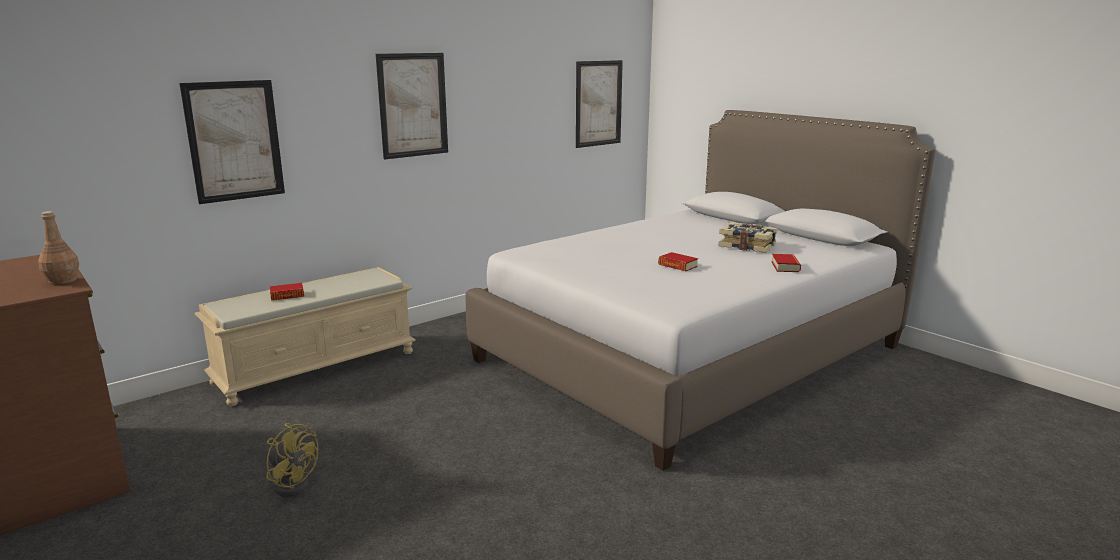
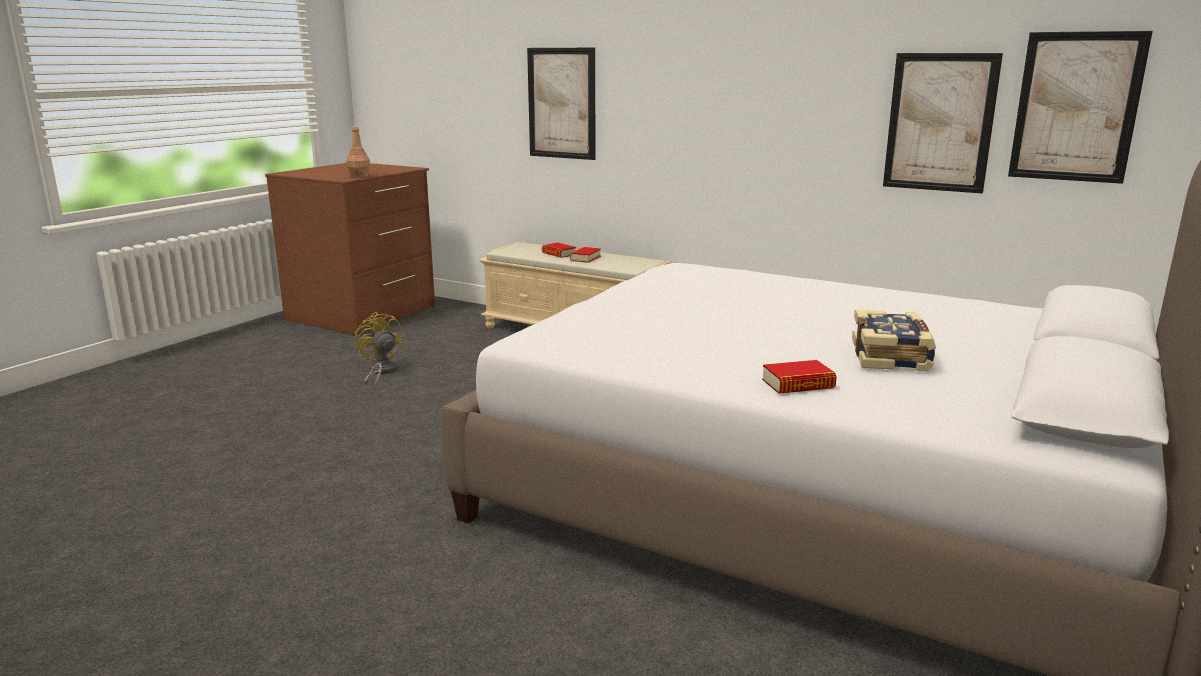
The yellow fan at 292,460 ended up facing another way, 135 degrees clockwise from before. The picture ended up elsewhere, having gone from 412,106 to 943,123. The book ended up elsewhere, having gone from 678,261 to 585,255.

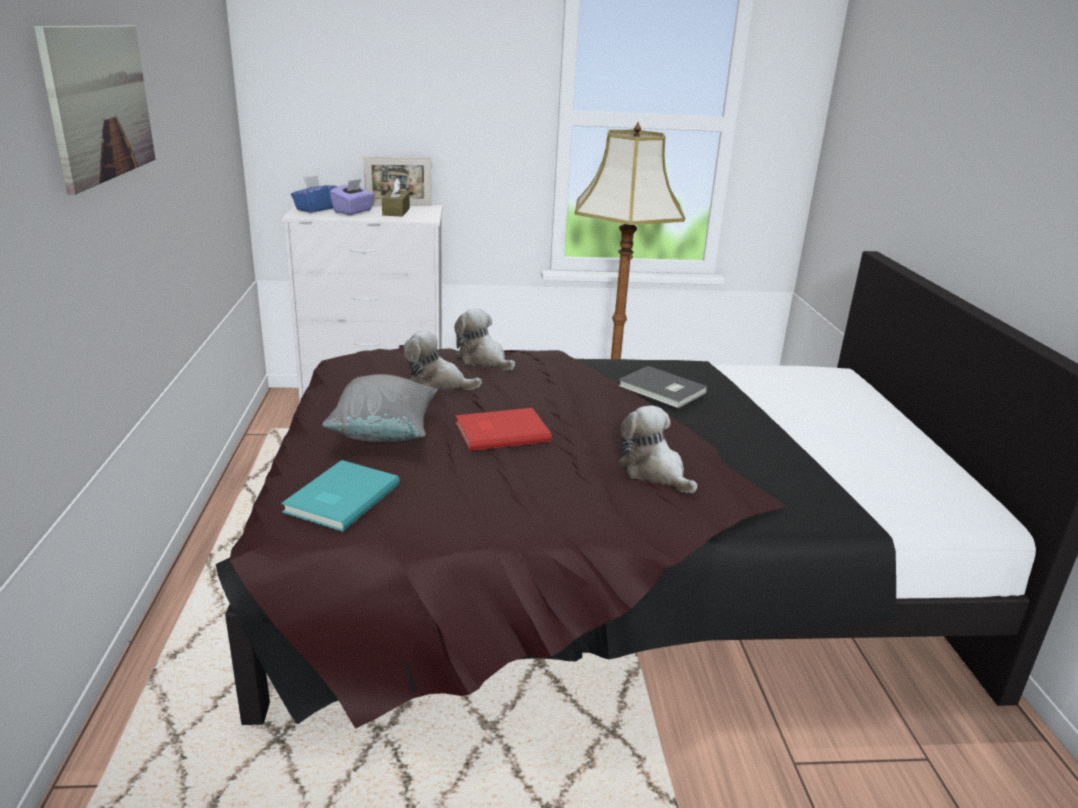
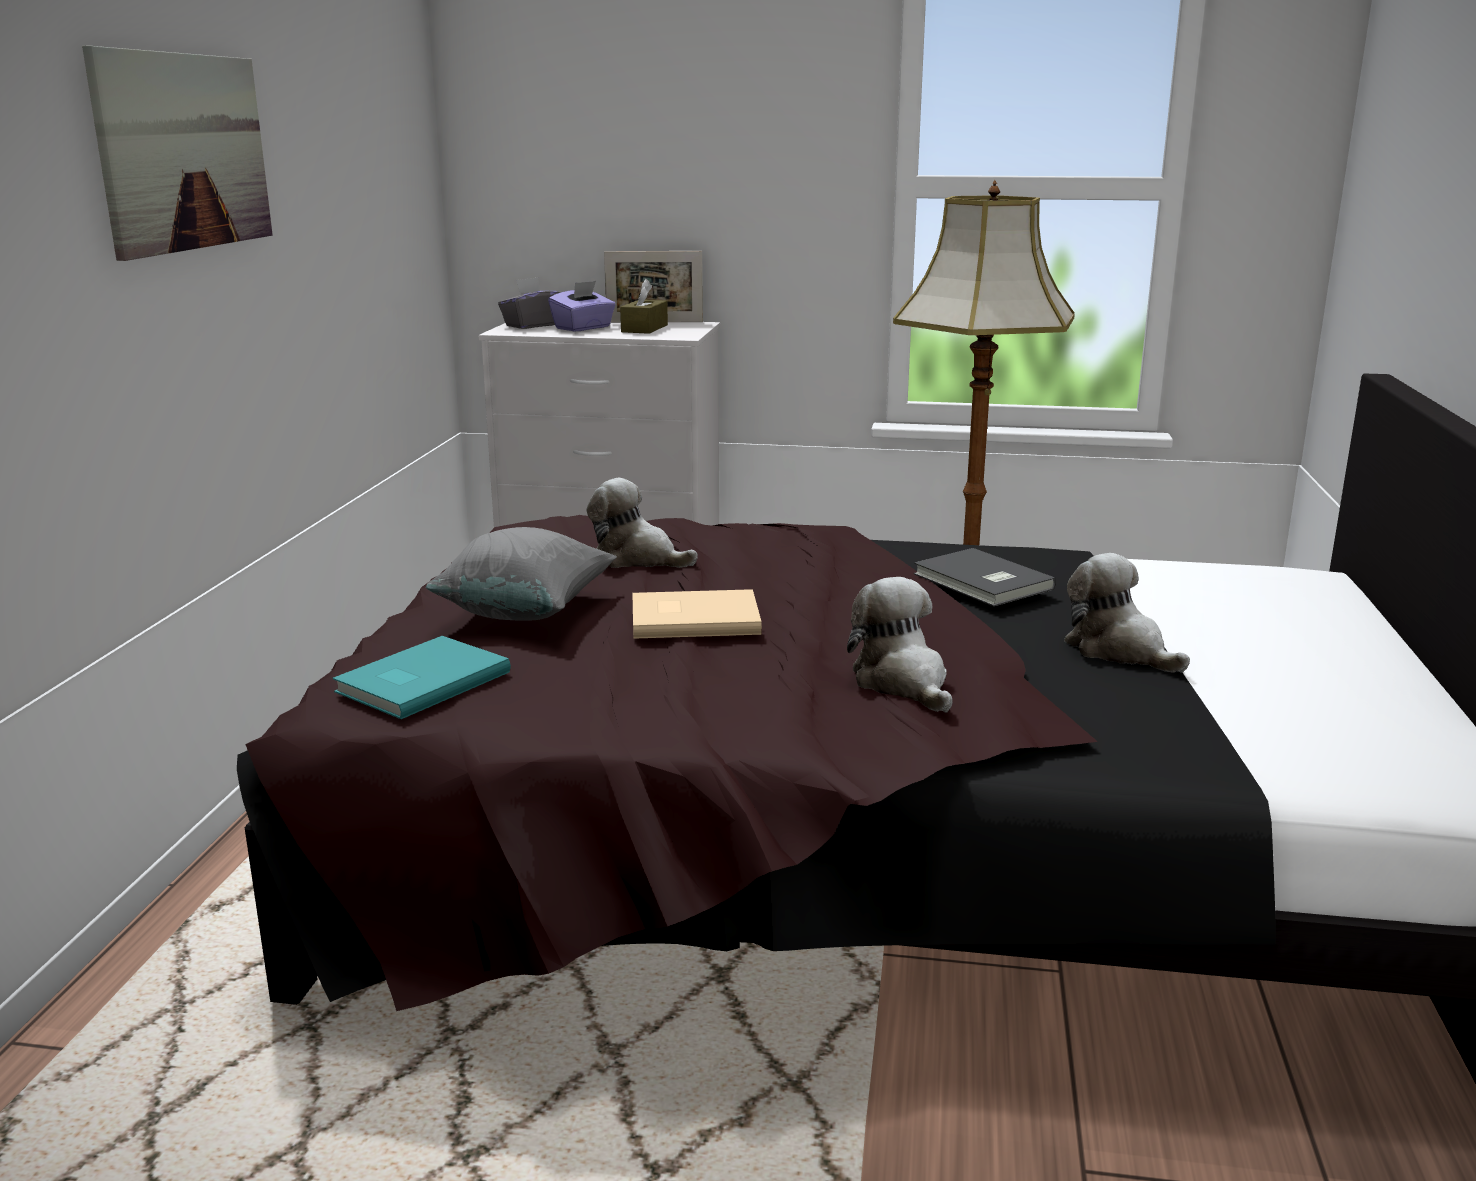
What was the blue tissue box at 314,193 turned into the grey tissue box at 529,303. The plush toy ended up elsewhere, having gone from 484,339 to 1127,613. What was the red book at 503,429 turned into the beige book at 697,614.

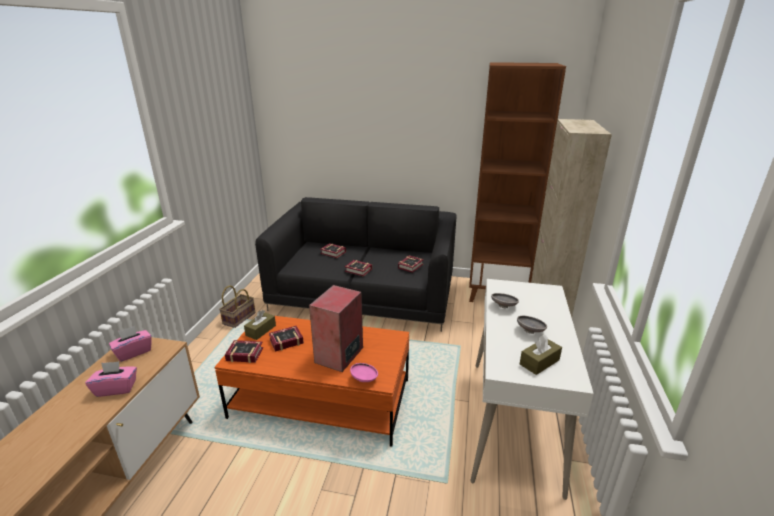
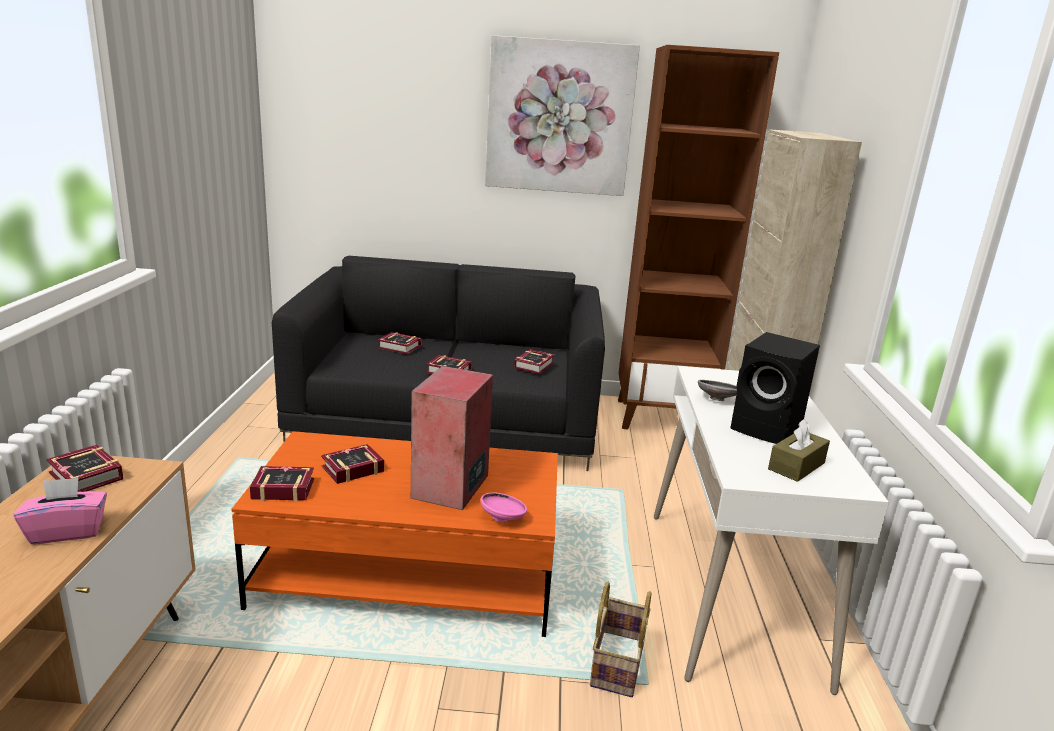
Where the pink tissue box stood at 130,344, the book came to stand at 85,468. The basket ended up elsewhere, having gone from 237,306 to 620,639. The second view lost the brown tissue box at 260,325. Where the grey bowl stood at 532,325, the black speaker came to stand at 775,388. The second view gained the picture at 562,115.

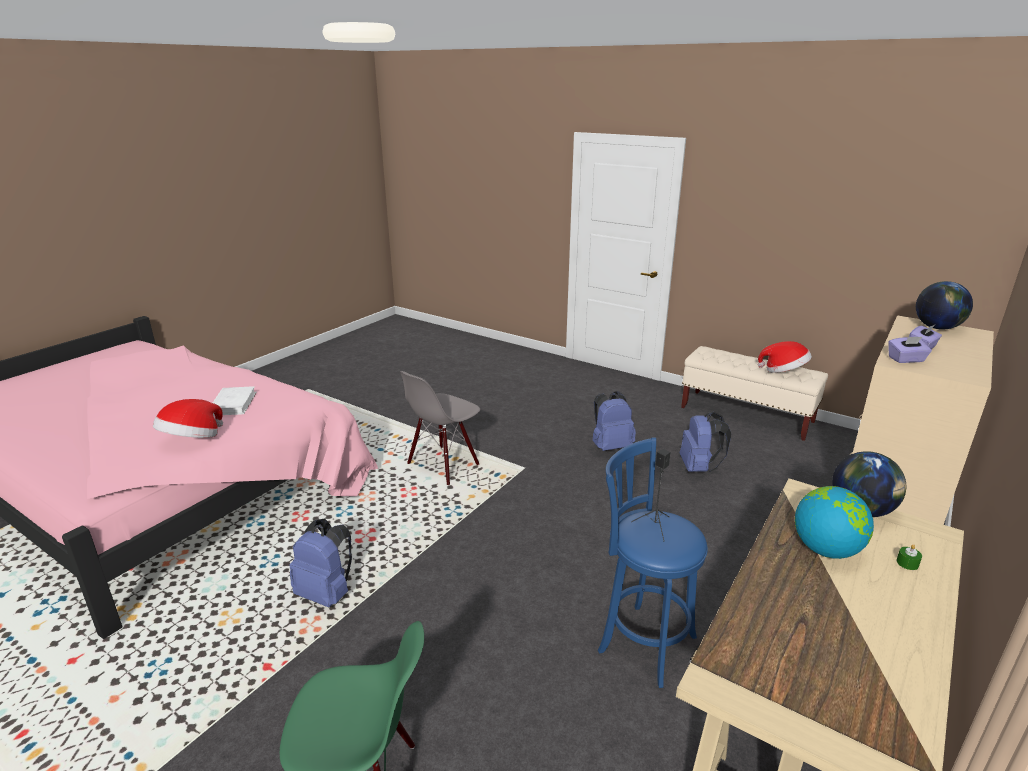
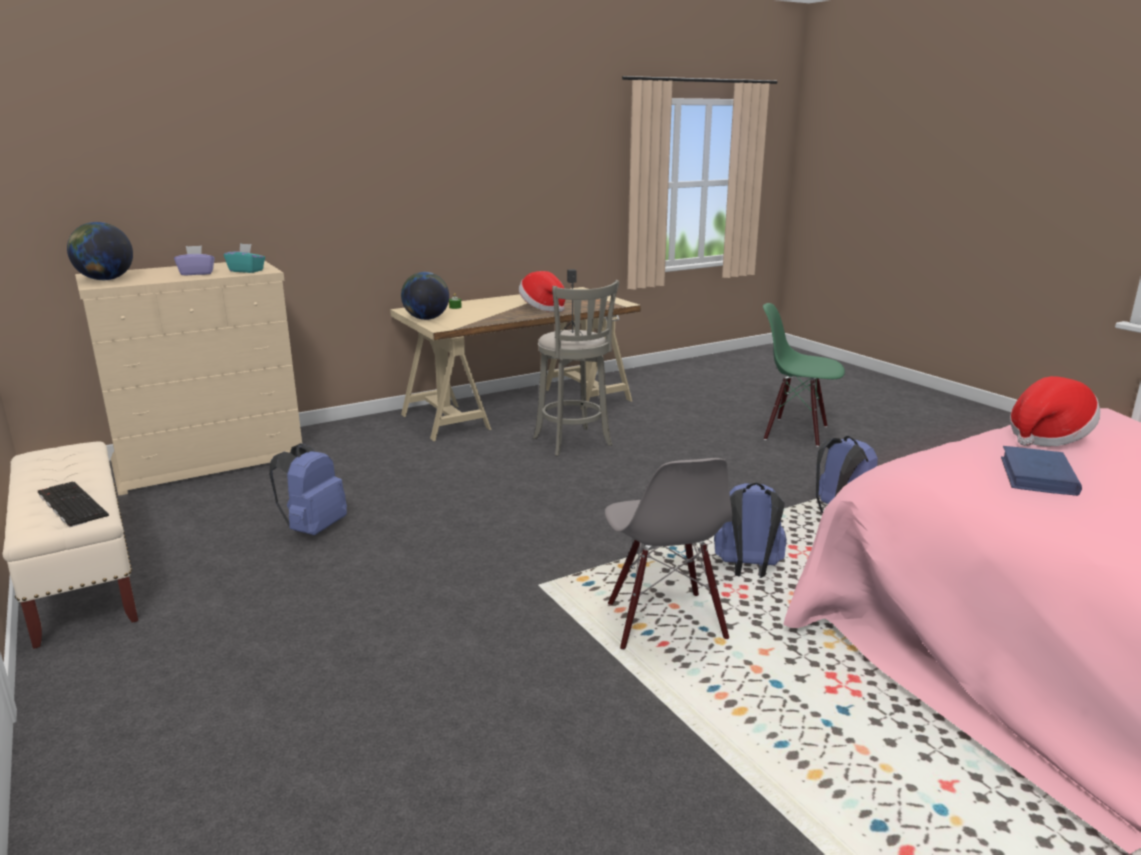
What was the white book at 235,401 turned into the blue book at 1041,471. The grey chair at 440,428 ended up facing another way, 105 degrees clockwise from before. The blue backpack ended up elsewhere, having gone from 614,421 to 750,530. What was the blue stool at 653,562 turned into the grey stool at 576,368. The hat ended up elsewhere, having gone from 785,357 to 542,291. The second view lost the globe at 834,522. What was the purple tissue box at 910,350 turned into the turquoise tissue box at 244,258. The second view gained the keyboard at 73,504.

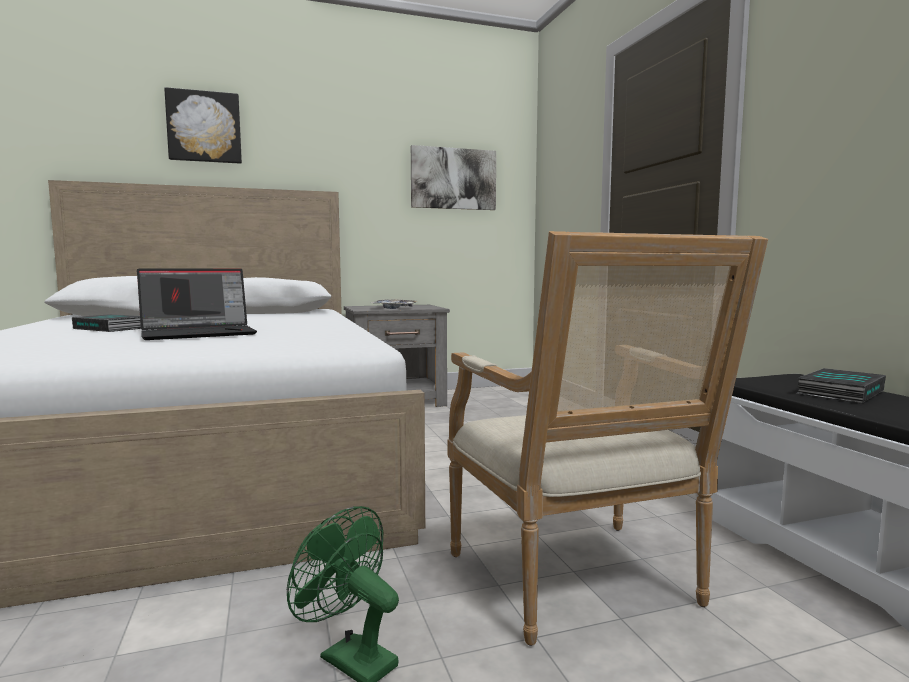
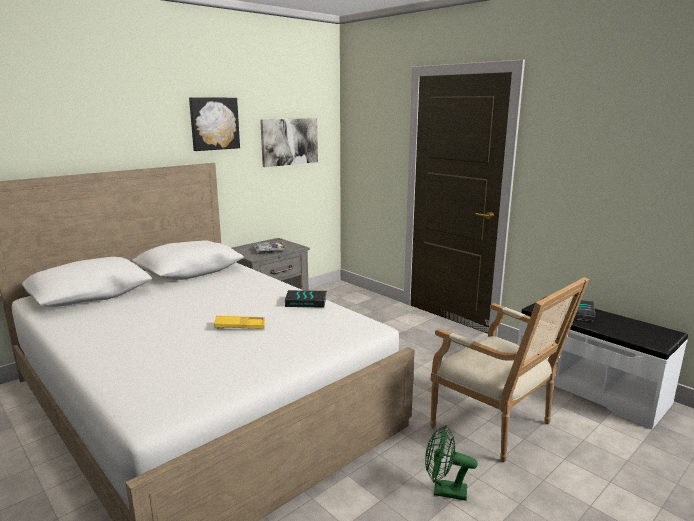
The book ended up elsewhere, having gone from 106,323 to 306,299. Where the laptop stood at 197,304, the yellow tray came to stand at 239,322. The picture ended up elsewhere, having gone from 203,125 to 214,124.

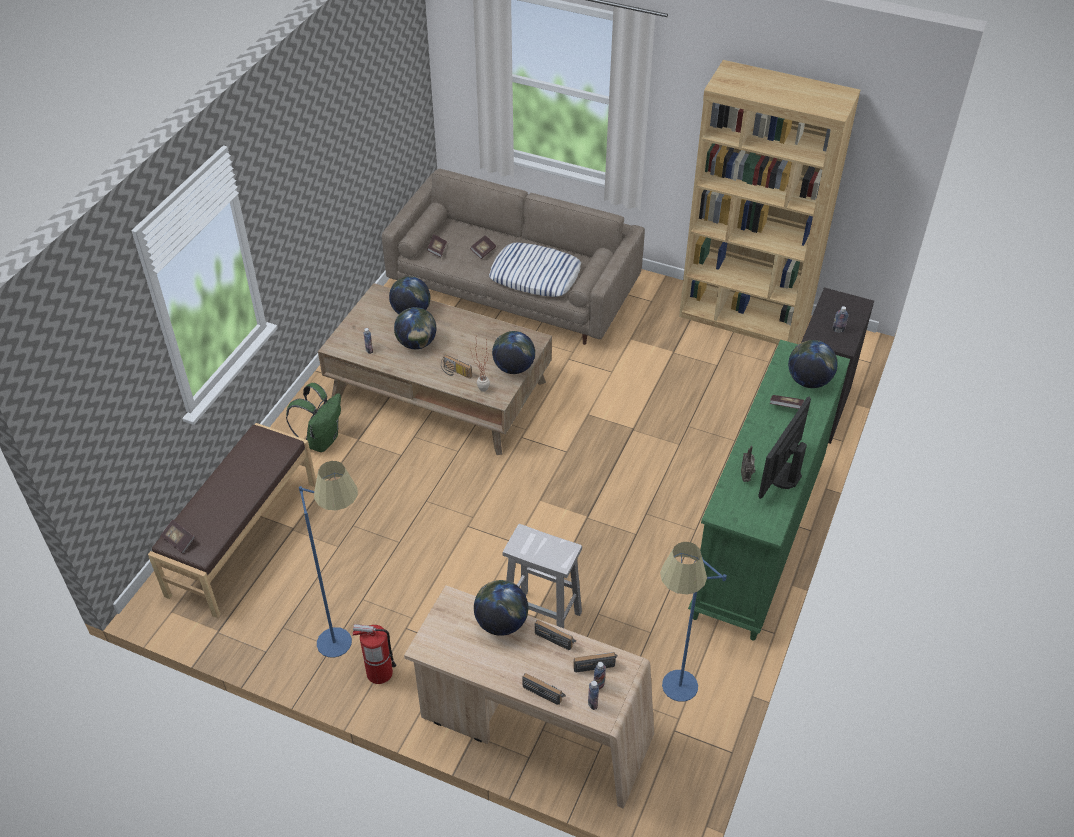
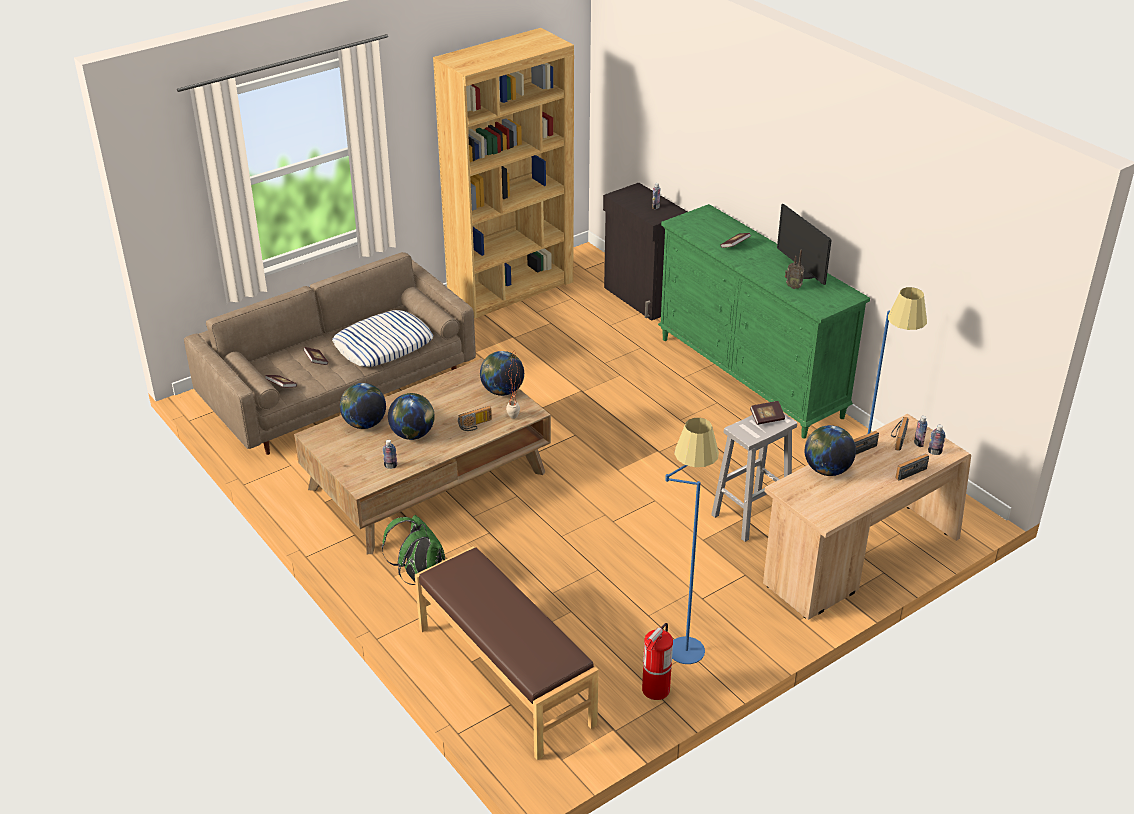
The book ended up elsewhere, having gone from 177,537 to 767,413. The fire extinguisher ended up elsewhere, having gone from 374,654 to 657,661. The second view lost the globe at 813,364.

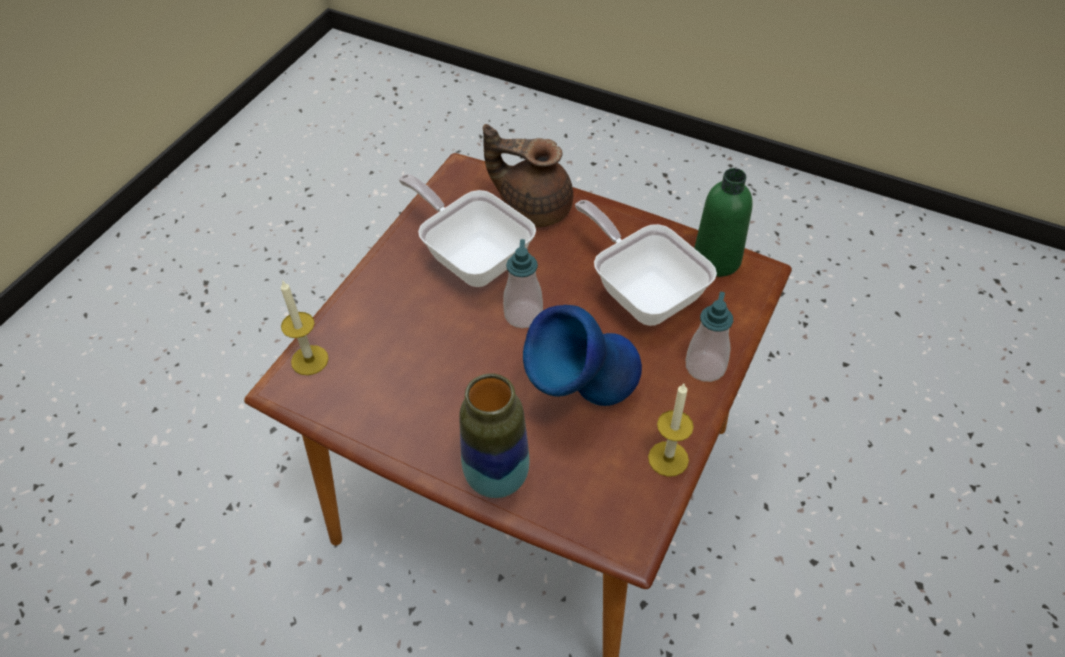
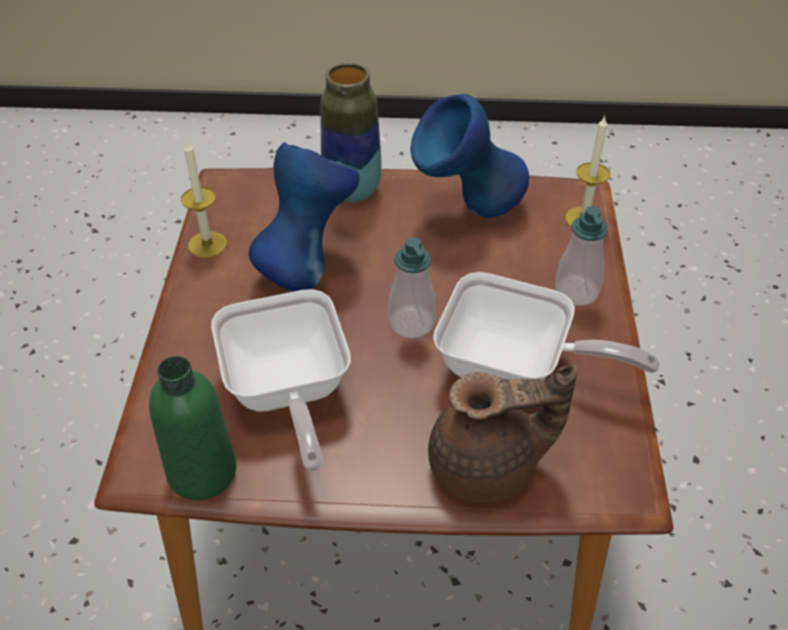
The frying pan at 646,263 ended up facing another way, 45 degrees clockwise from before. The soap dispenser ended up elsewhere, having gone from 709,337 to 581,256. The second view gained the blue vase at 469,156.

